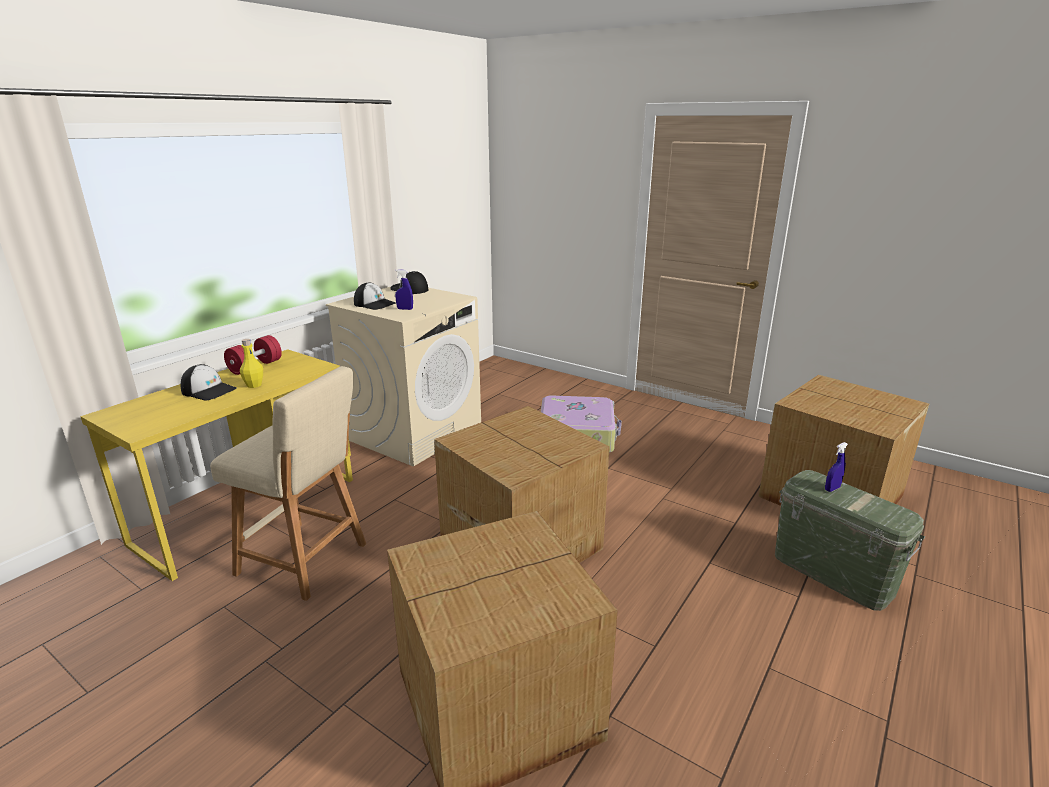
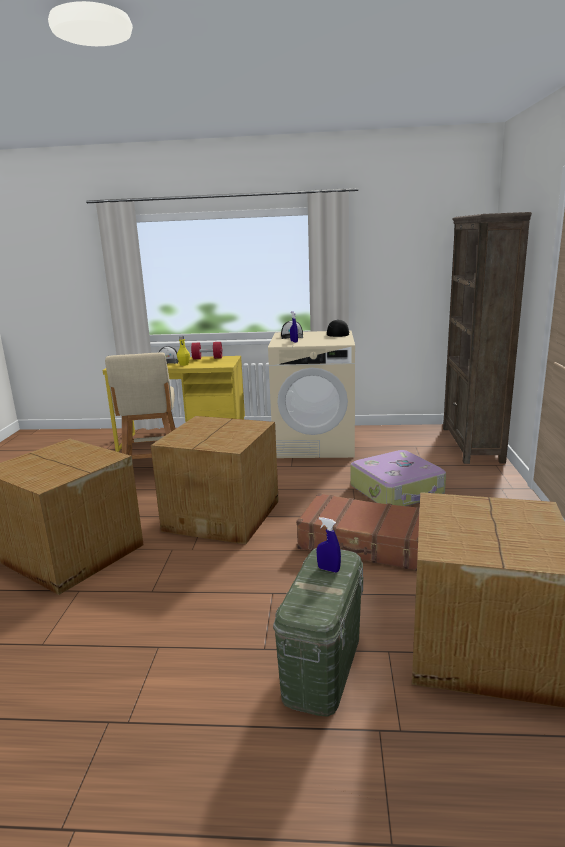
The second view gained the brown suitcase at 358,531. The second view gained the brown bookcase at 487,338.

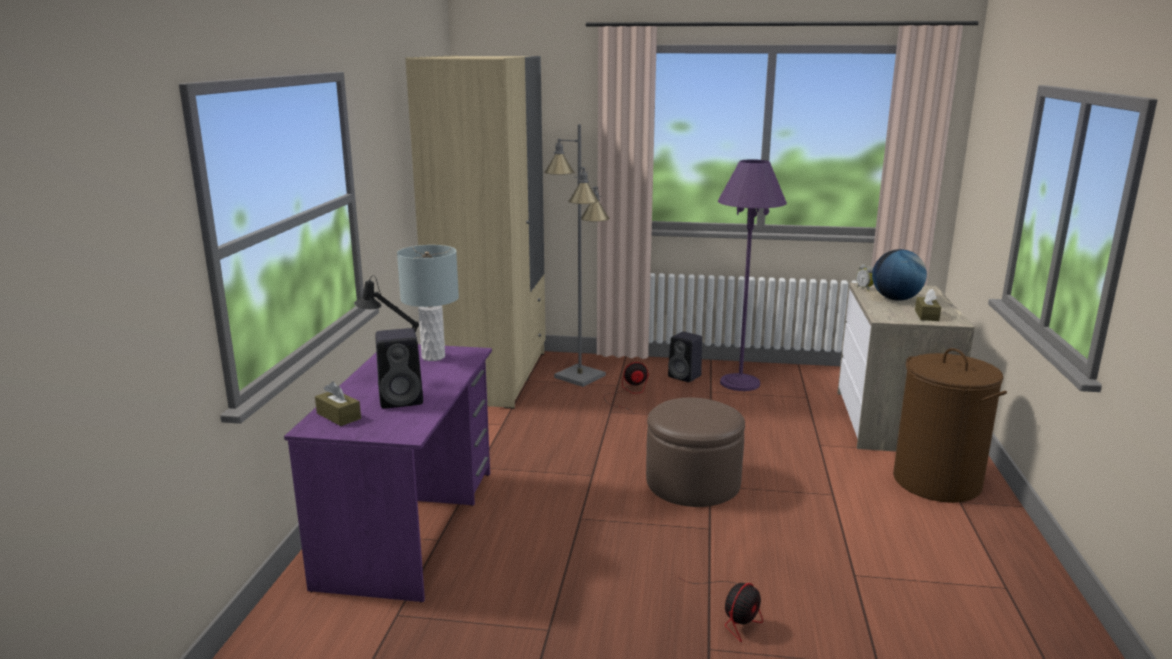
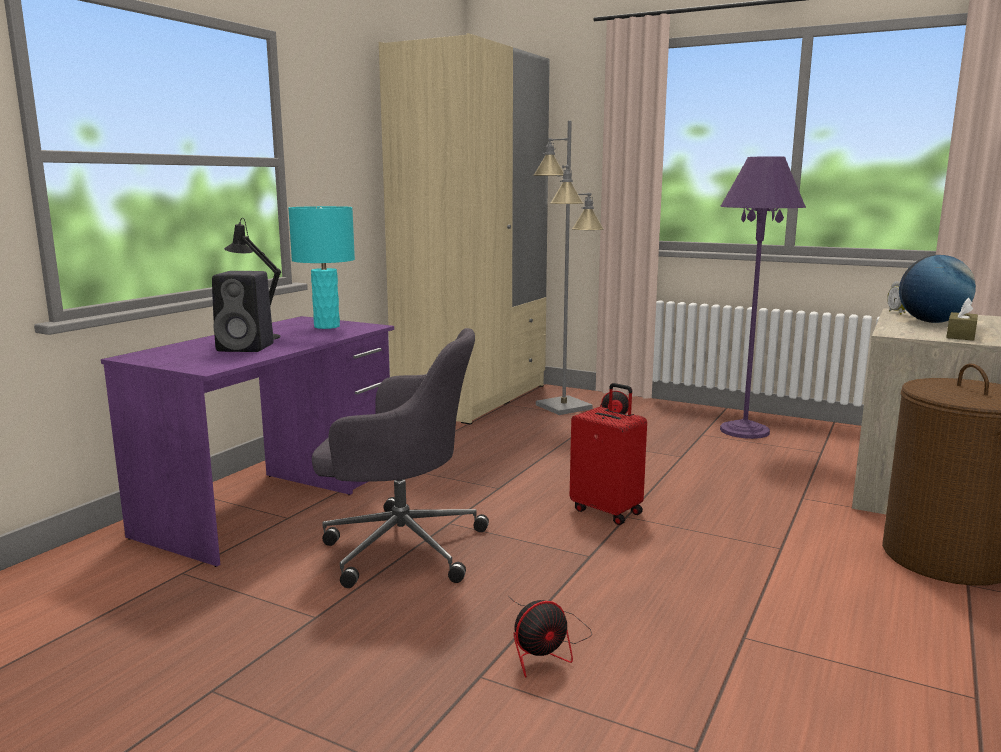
The second view lost the brown tissue box at 338,404. What was the grey table lamp at 428,303 turned into the turquoise table lamp at 321,267. Where the brown ottoman stood at 695,452, the red suitcase came to stand at 608,454. The second view lost the black speaker at 685,357. The second view gained the grey office chair at 400,458.

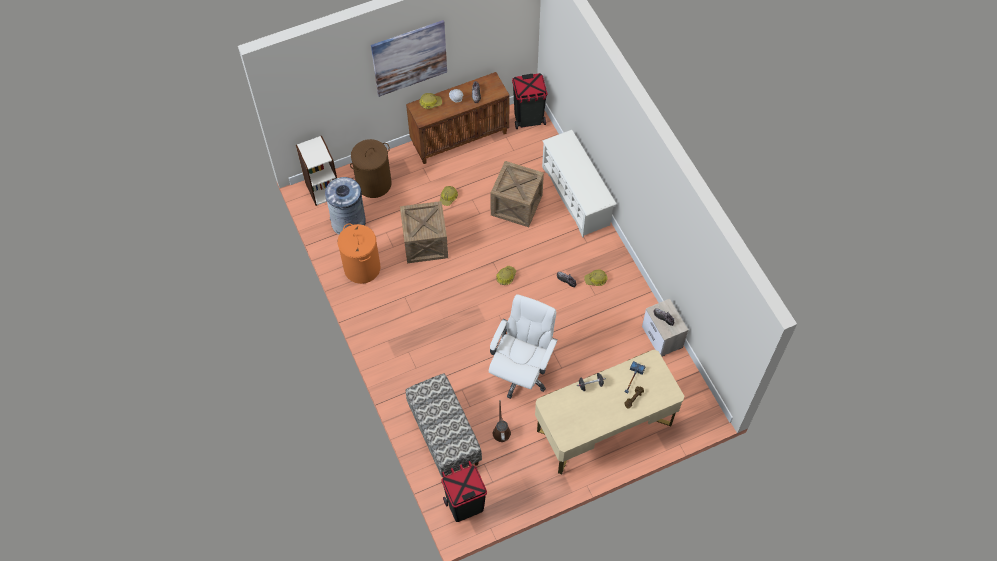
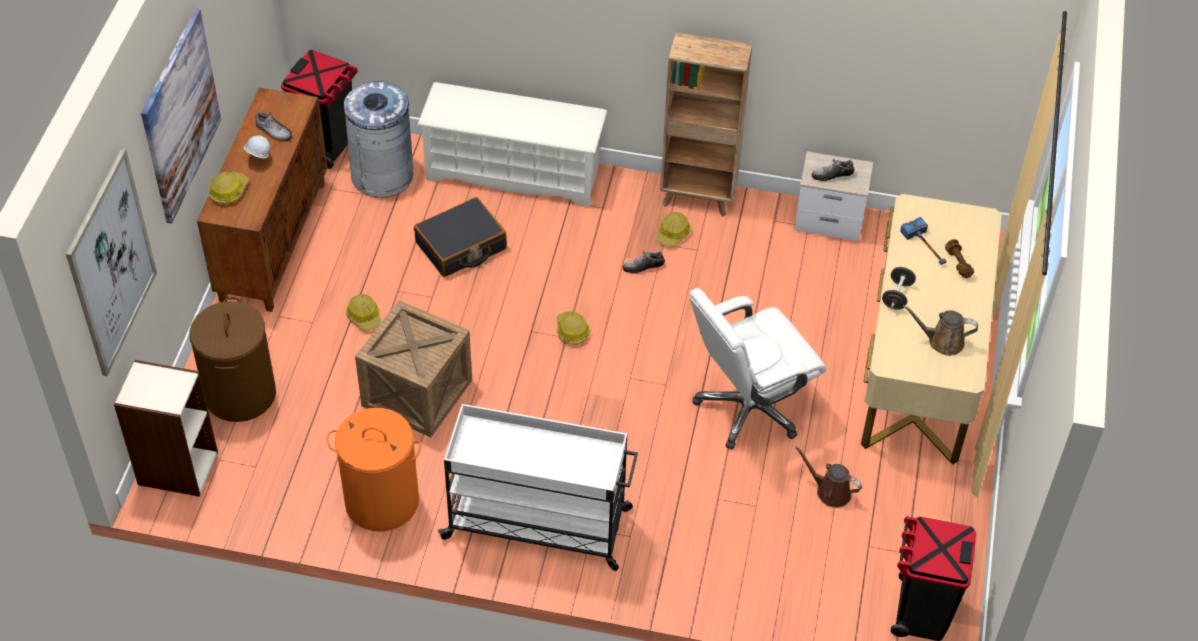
The grey trash can ended up elsewhere, having gone from 345,206 to 378,139. The second view lost the bench at 444,425. The white office chair at 523,346 ended up facing another way, 90 degrees counterclockwise from before. Where the crate stood at 517,194, the black suitcase came to stand at 460,237. The second view gained the picture at 111,262. The second view gained the white cart at 538,487. The second view gained the brown bookcase at 706,124. The second view gained the brown watering can at 940,330.

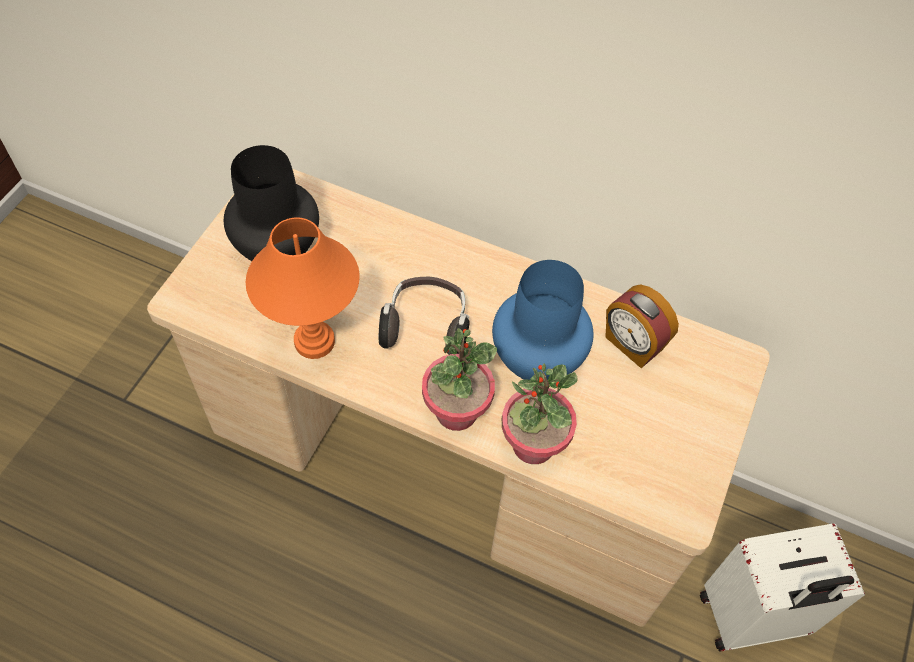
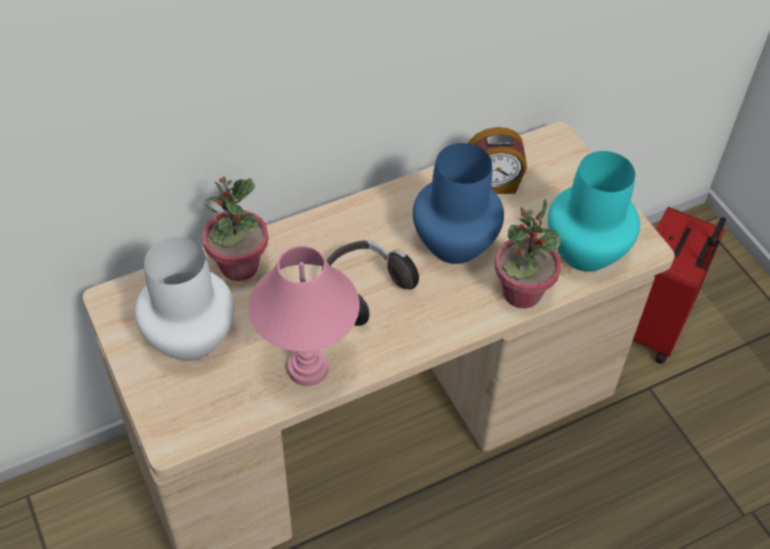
What was the black vase at 271,203 turned into the white vase at 184,299. What was the orange table lamp at 303,288 turned into the pink table lamp at 304,316. The potted plant ended up elsewhere, having gone from 459,379 to 235,228. What was the white suitcase at 782,587 turned into the red suitcase at 679,285. The second view gained the turquoise vase at 594,211.

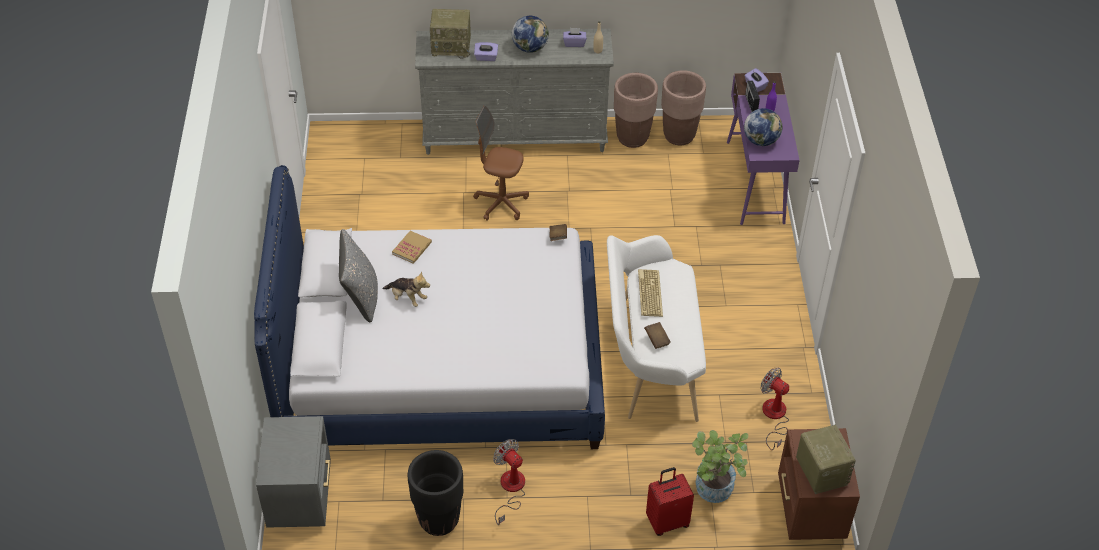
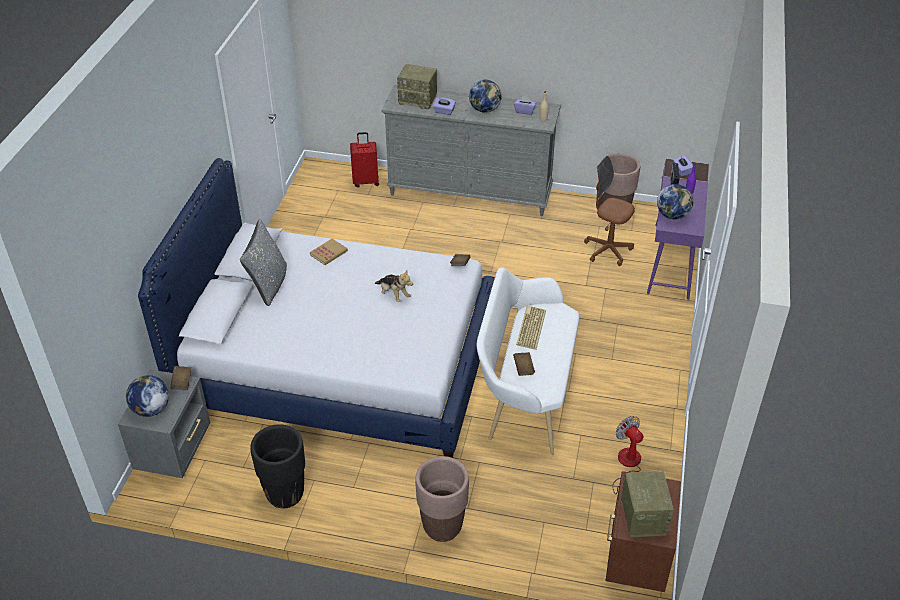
The plush toy ended up elsewhere, having gone from 406,289 to 394,286. The brown office chair ended up elsewhere, having gone from 501,163 to 609,211. The second view lost the fan at 509,482. The brown planter ended up elsewhere, having gone from 636,110 to 442,499. The red suitcase ended up elsewhere, having gone from 670,501 to 364,159. The second view lost the potted plant at 720,466. The second view gained the globe at 147,396. The second view gained the brown book at 180,378.

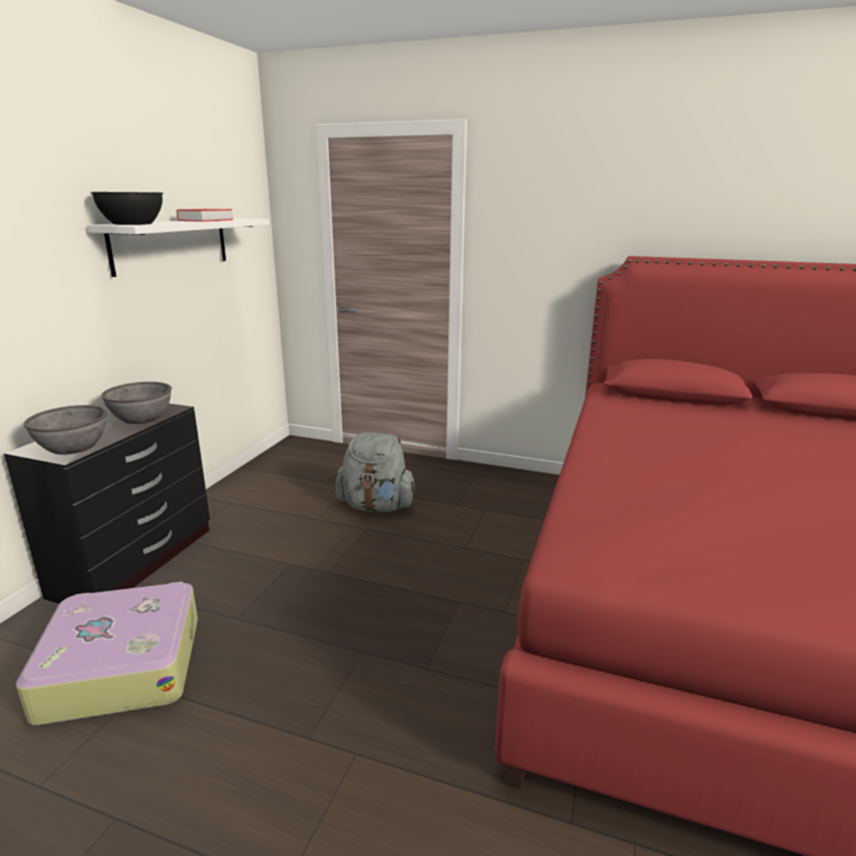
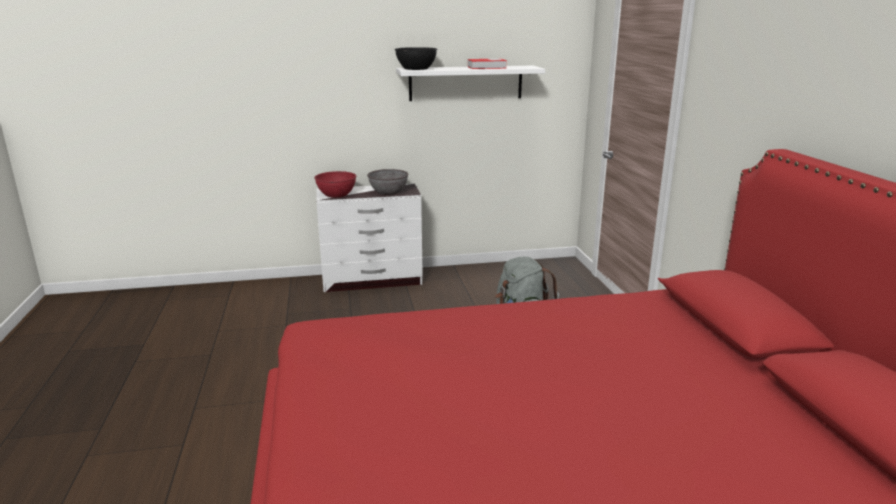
What was the black dresser at 107,503 turned into the white dresser at 369,237. The second view lost the suitcase at 107,653. What was the grey bowl at 65,430 turned into the red bowl at 335,184.

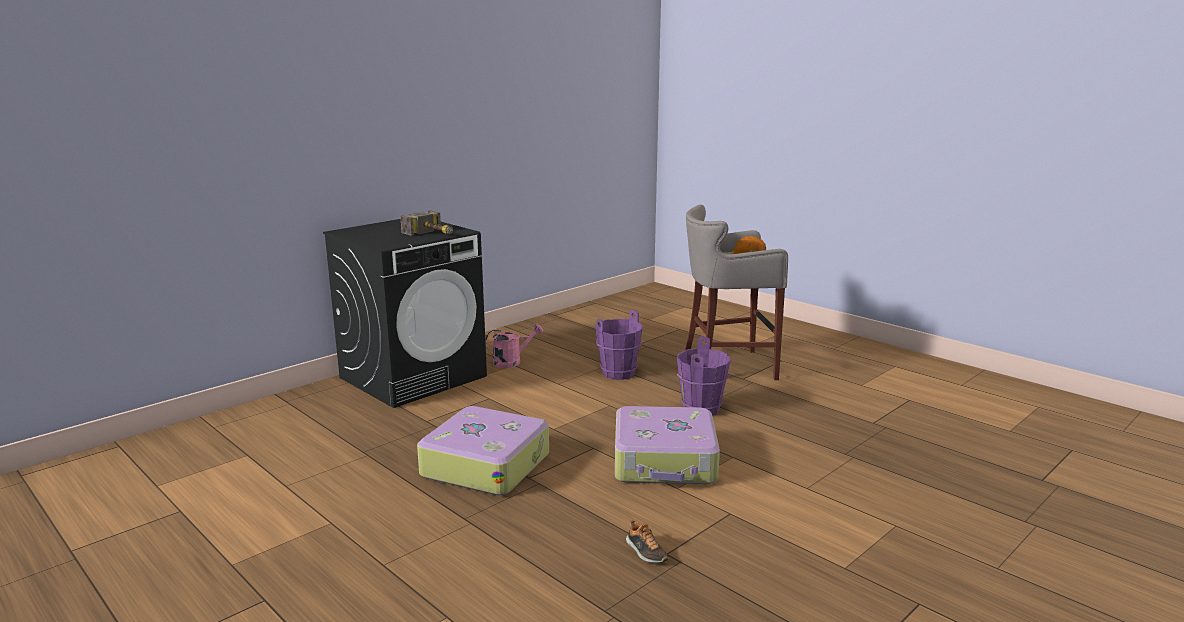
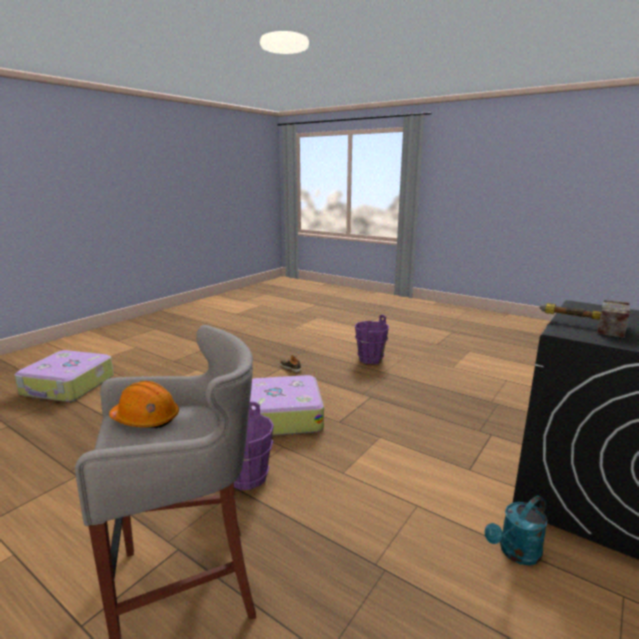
The suitcase ended up elsewhere, having gone from 483,450 to 64,376. What was the pink watering can at 514,346 turned into the turquoise watering can at 516,530. The purple bucket ended up elsewhere, having gone from 619,345 to 372,339.

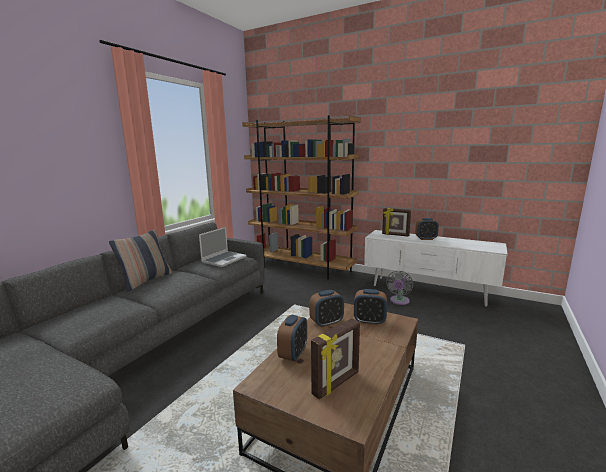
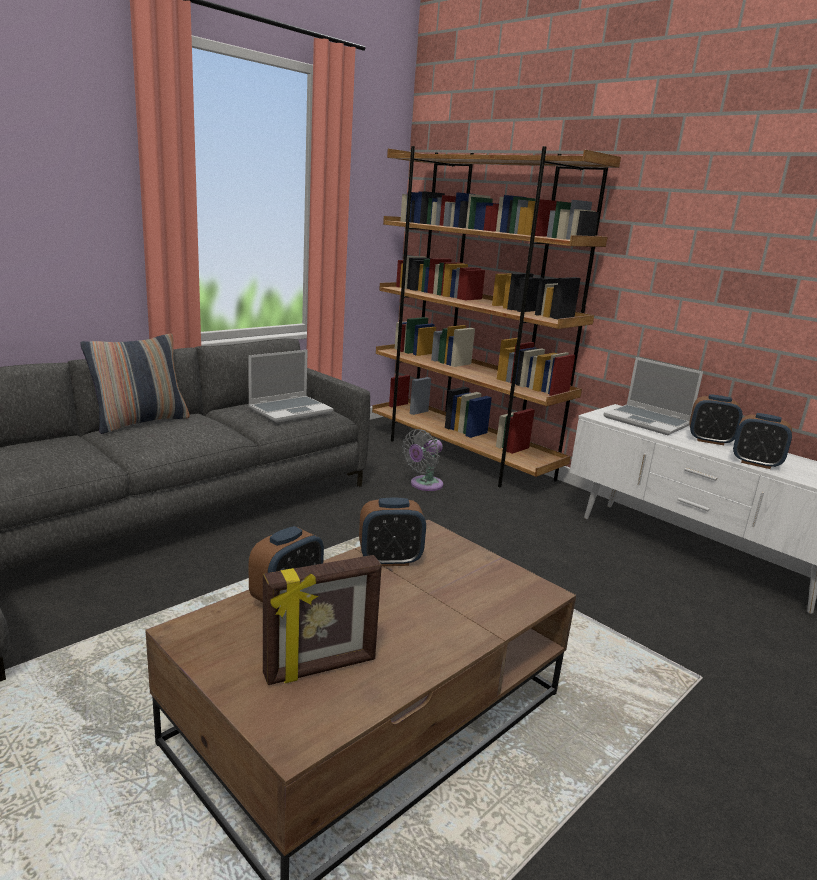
The alarm clock ended up elsewhere, having gone from 370,307 to 762,441. Where the picture frame stood at 396,222, the laptop came to stand at 653,396. The grey fan ended up elsewhere, having gone from 399,288 to 422,460.

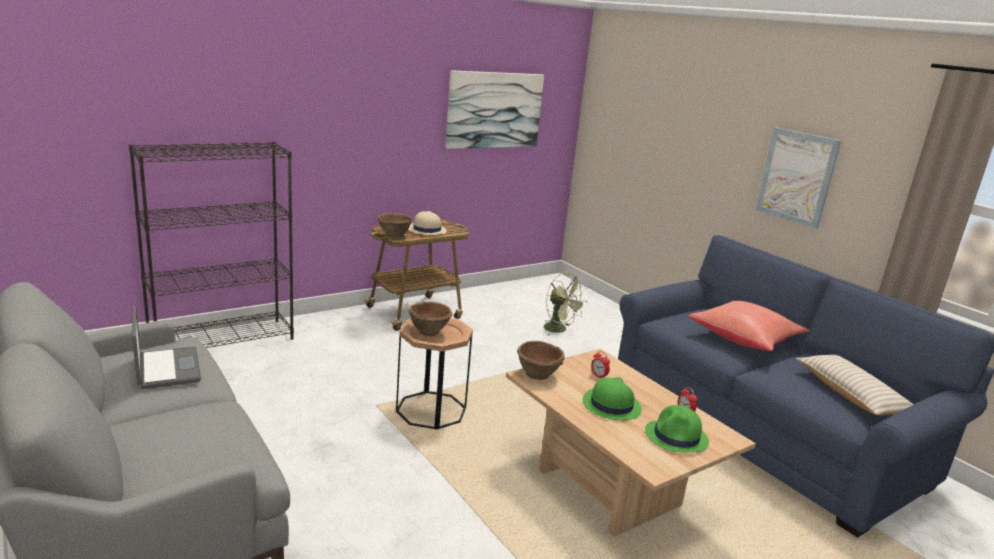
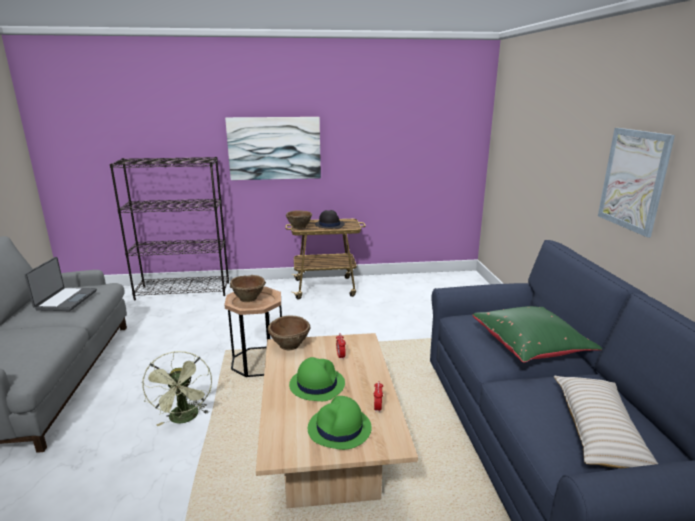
What was the beige hat at 427,223 turned into the black hat at 330,219. The picture ended up elsewhere, having gone from 494,109 to 273,148. The green fan ended up elsewhere, having gone from 565,304 to 177,388. What was the red pillow at 749,326 turned into the green pillow at 537,334.

